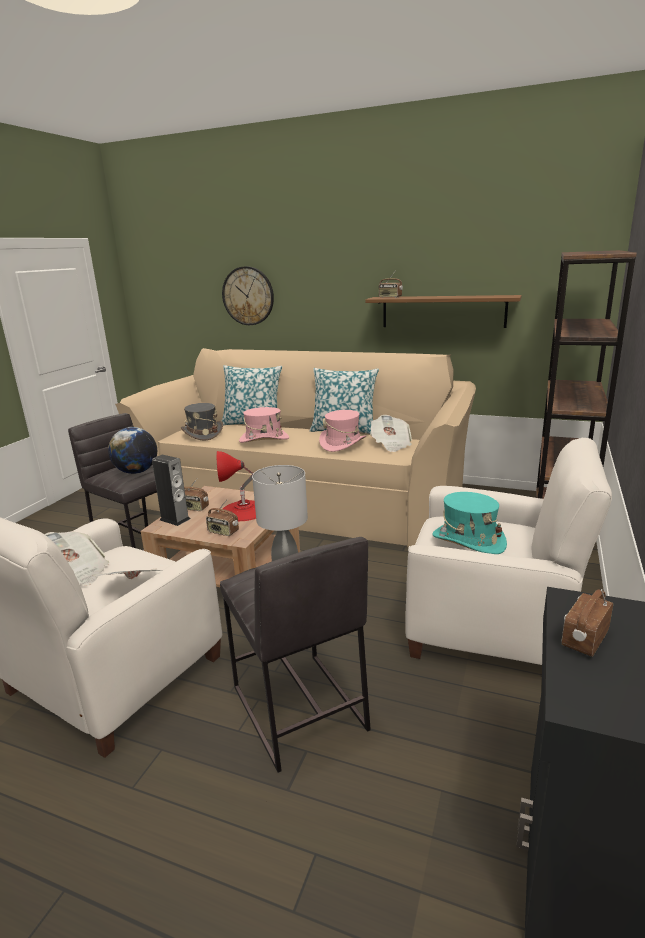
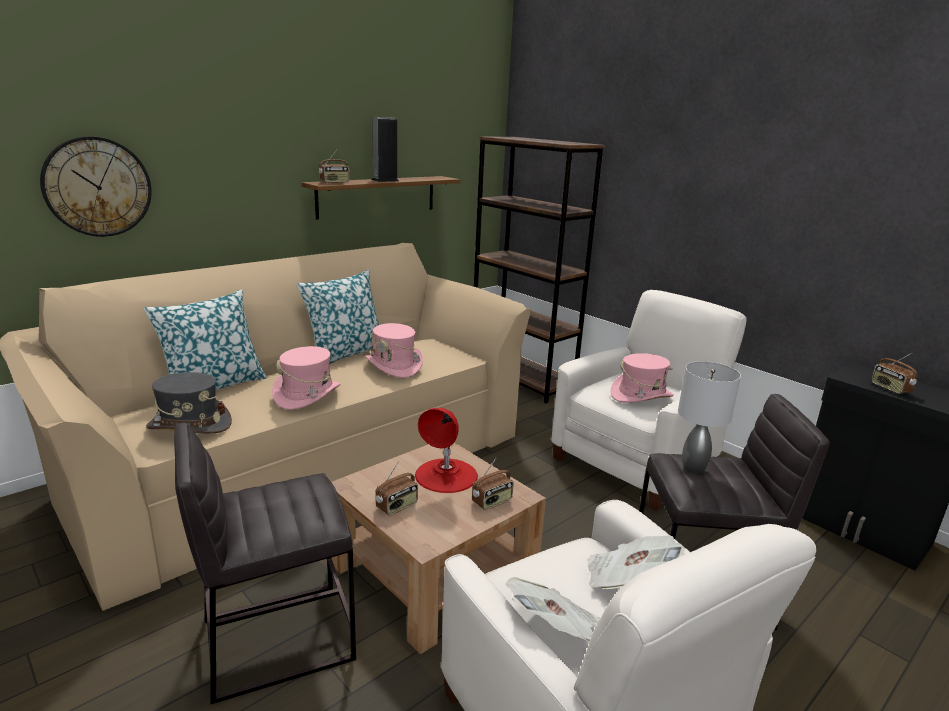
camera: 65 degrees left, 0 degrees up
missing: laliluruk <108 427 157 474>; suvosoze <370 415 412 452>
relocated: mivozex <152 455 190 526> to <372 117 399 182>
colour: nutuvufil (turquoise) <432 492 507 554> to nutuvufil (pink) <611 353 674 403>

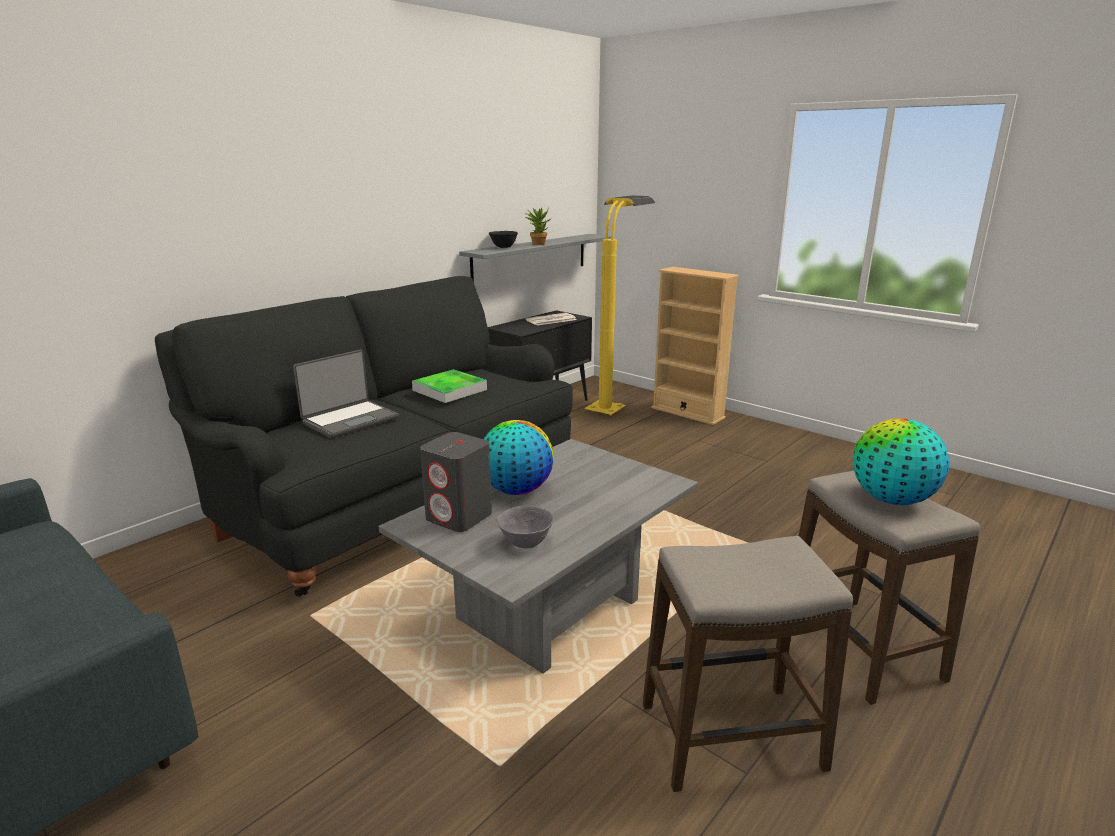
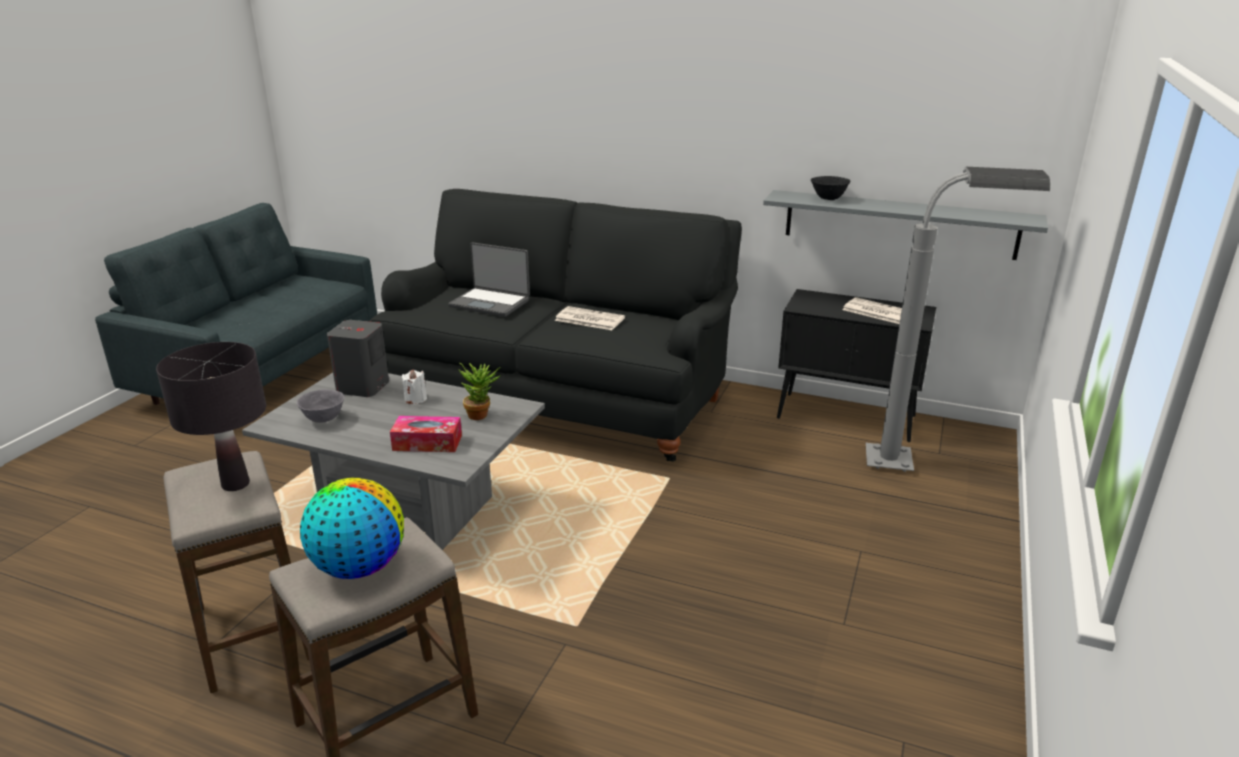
camera: 70 degrees right, 5 degrees up
missing: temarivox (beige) <652 267 739 425>
appeared: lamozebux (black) <156 342 266 491>; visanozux <390 416 462 452>
relocated: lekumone <525 207 550 245> to <458 363 501 420>
exchanged: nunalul <412 369 487 403> to suvosoze <554 306 625 330>; laliluruk <484 420 554 495> to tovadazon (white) <402 369 427 404>
colour: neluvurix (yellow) <584 195 655 416> to neluvurix (grey) <866 167 1050 472>

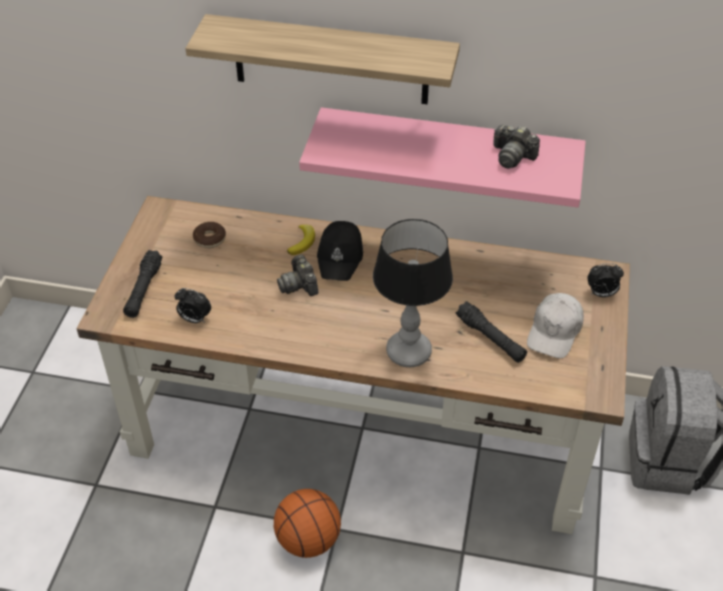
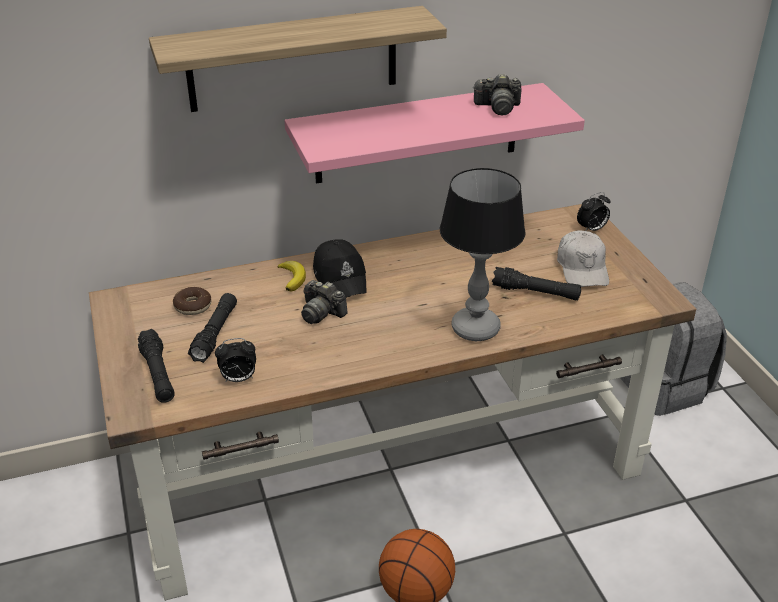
camera: 30 degrees left, 10 degrees down
appeared: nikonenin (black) <188 293 237 363>

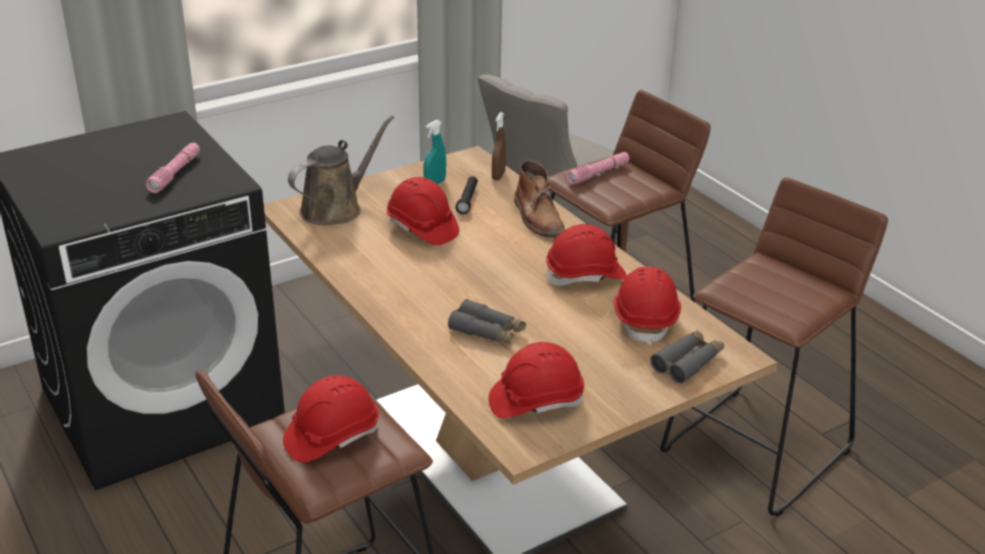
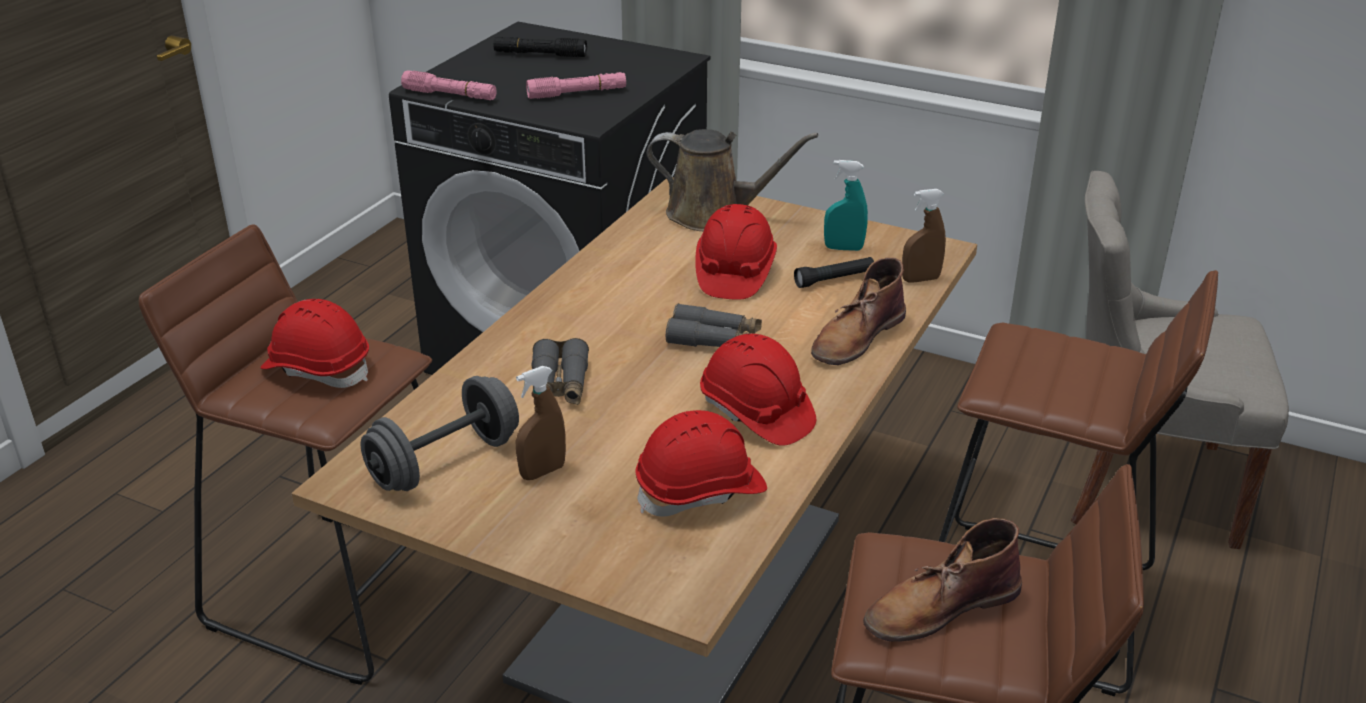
camera: 60 degrees right, 0 degrees up
appeared: nikonenin (black) <493 37 587 57>; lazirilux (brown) <515 366 566 480>; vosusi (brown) <863 518 1022 642>
relocated: nikonenin (pink) <567 152 629 184> to <401 70 497 100>; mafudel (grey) <650 330 724 383> to <666 303 762 347>
exchanged: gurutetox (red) <488 342 584 418> to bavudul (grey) <360 376 519 491>

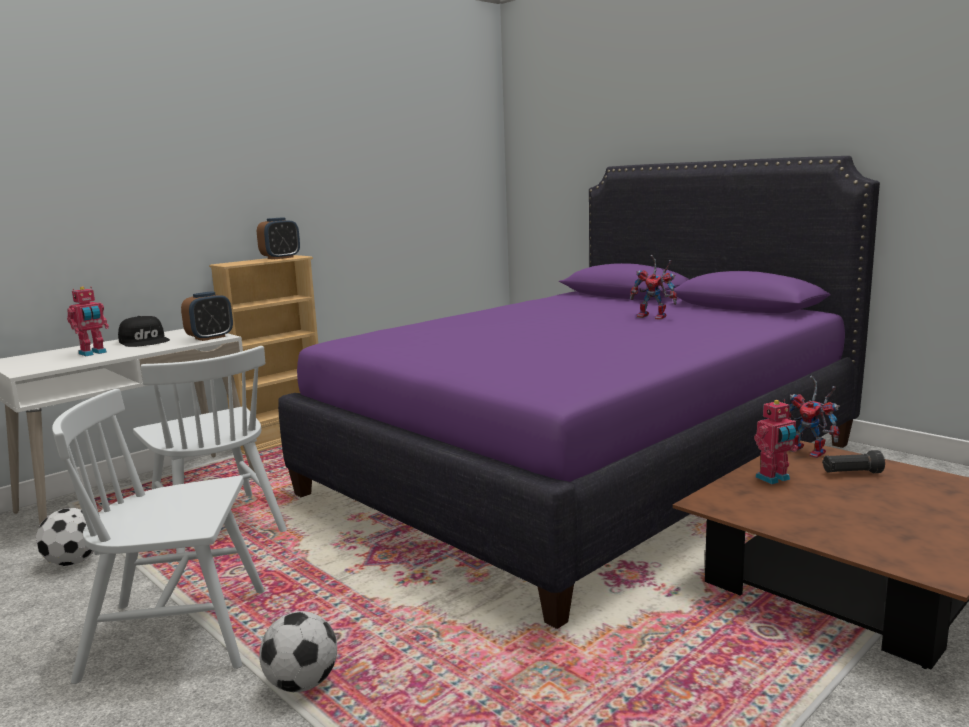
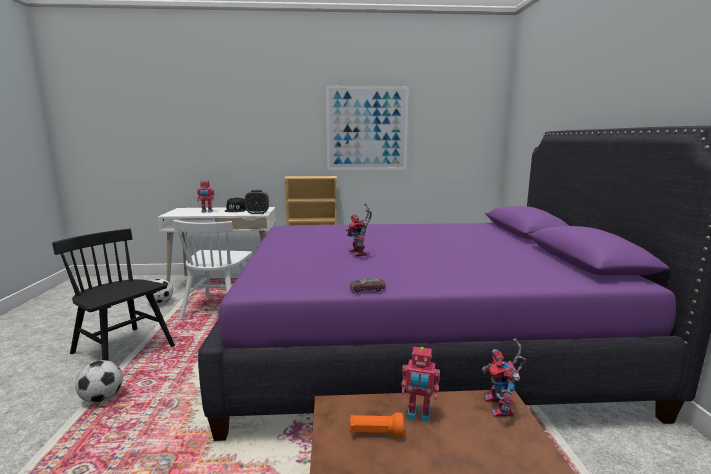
camera: 40 degrees right, 0 degrees up
missing: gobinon <257 217 300 259>; nikonenin (black) <822 450 885 473>
appeared: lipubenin <326 86 409 170>; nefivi <350 278 386 292>; nikonenin (orange) <350 413 404 437>
relocated: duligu <630 255 677 320> to <346 203 372 257>
colour: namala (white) <52 389 265 684> to namala (black) <52 229 175 361>

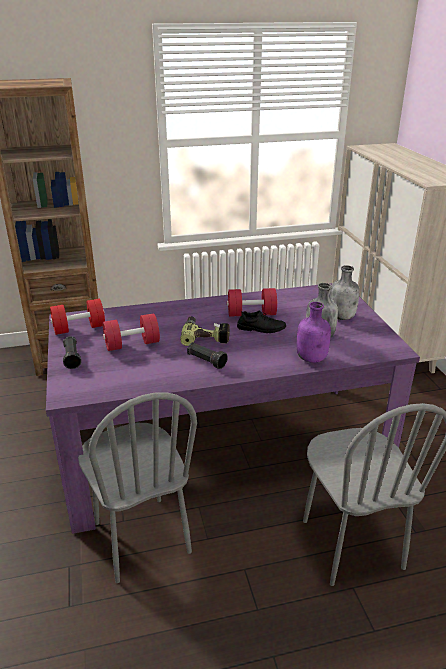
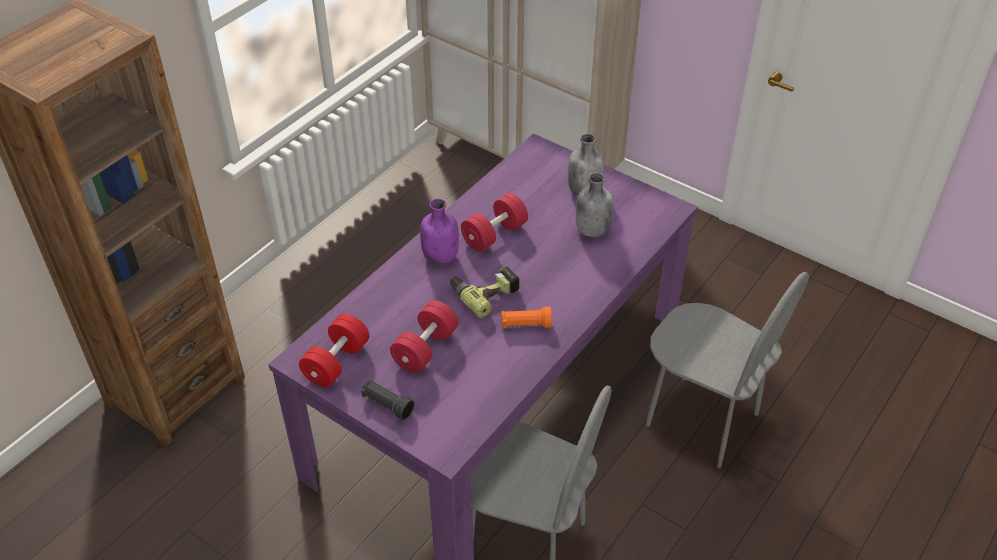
camera: 40 degrees left, 15 degrees up
missing: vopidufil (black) <237 311 286 333>
relocated: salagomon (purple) <297 302 331 363> to <420 199 459 264>
colour: nikonenin (black) <187 342 228 369> to nikonenin (orange) <501 307 552 328>

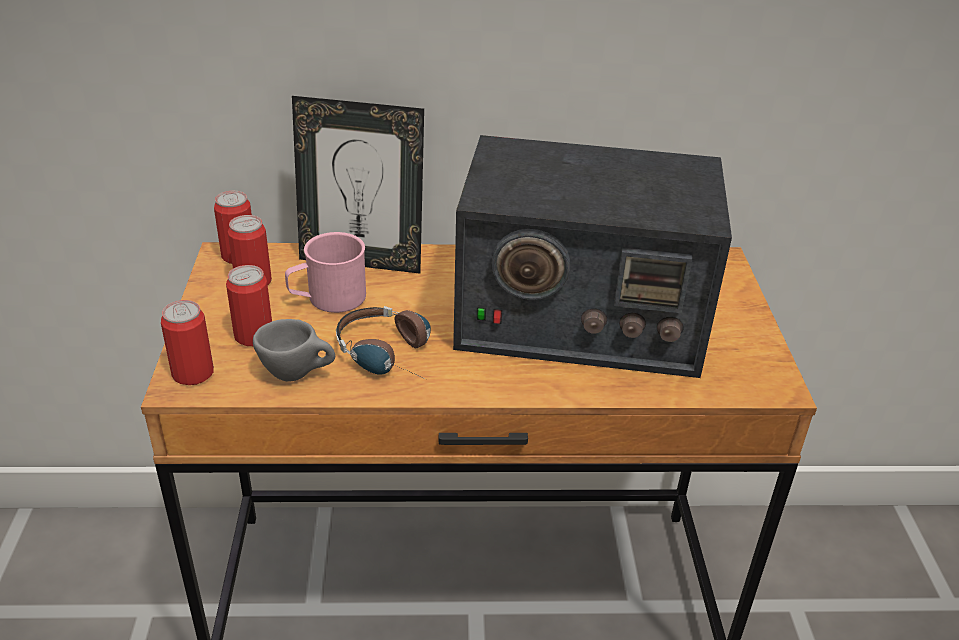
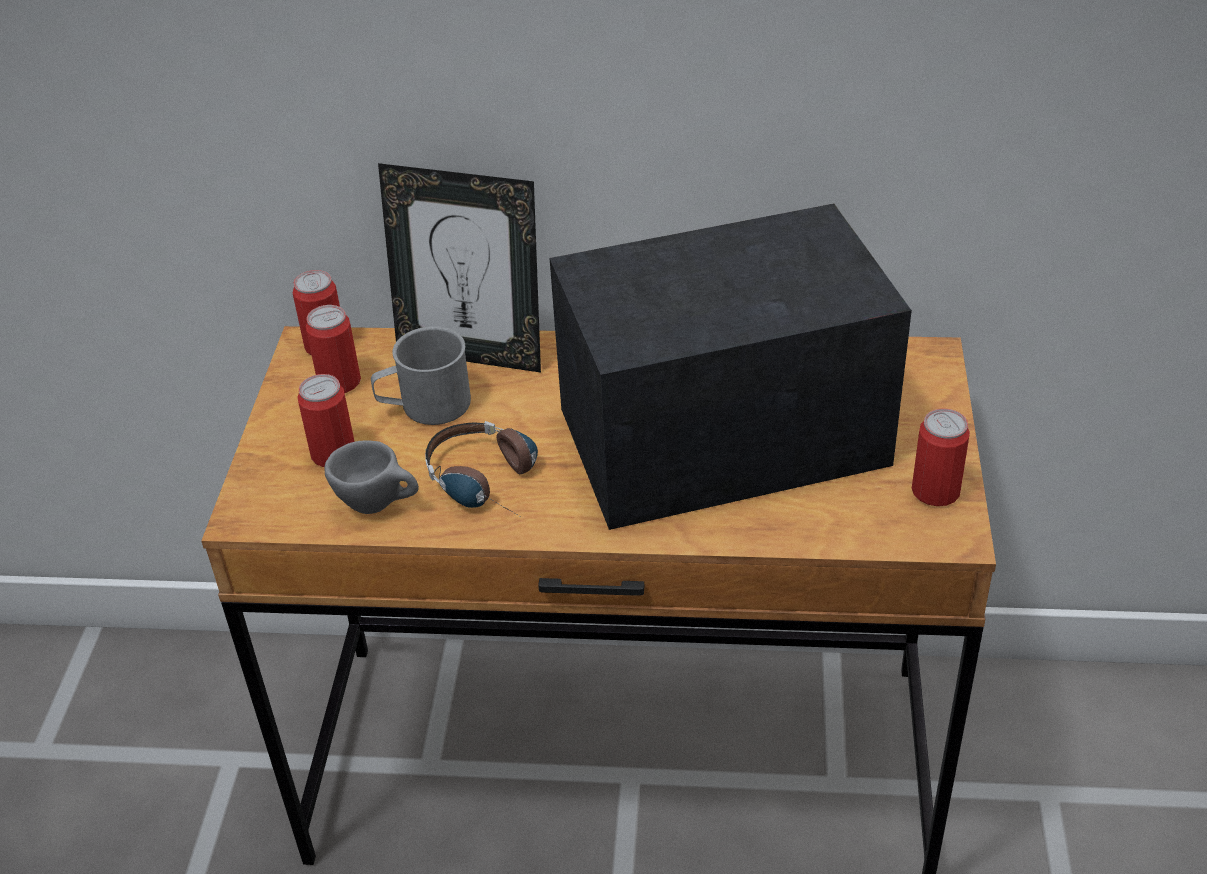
camera: 10 degrees right, 5 degrees up
relocated: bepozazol <161 300 214 385> to <912 408 970 506>
colour: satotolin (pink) <285 232 366 313> to satotolin (grey) <371 326 471 425>
spun: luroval <453 135 732 378> = <550 204 912 530> 150 degrees clockwise

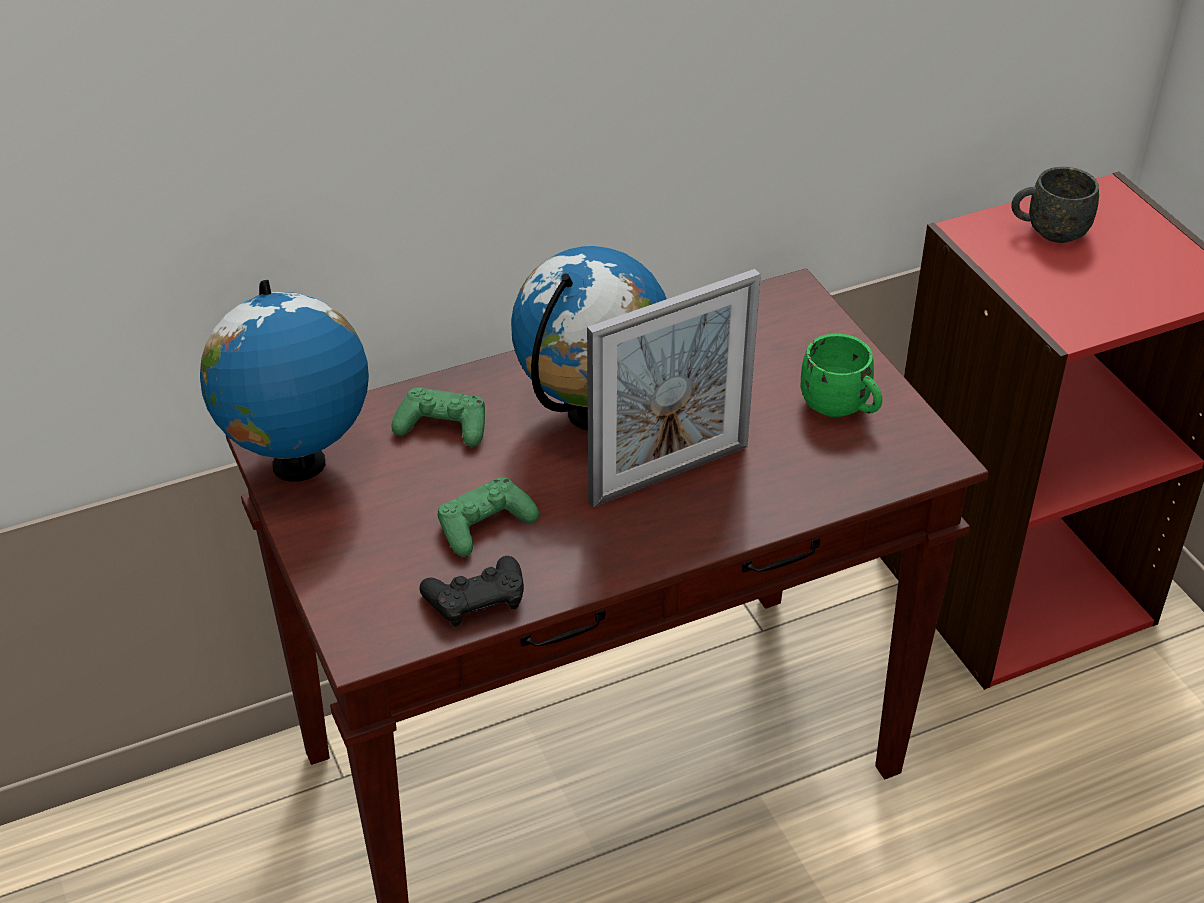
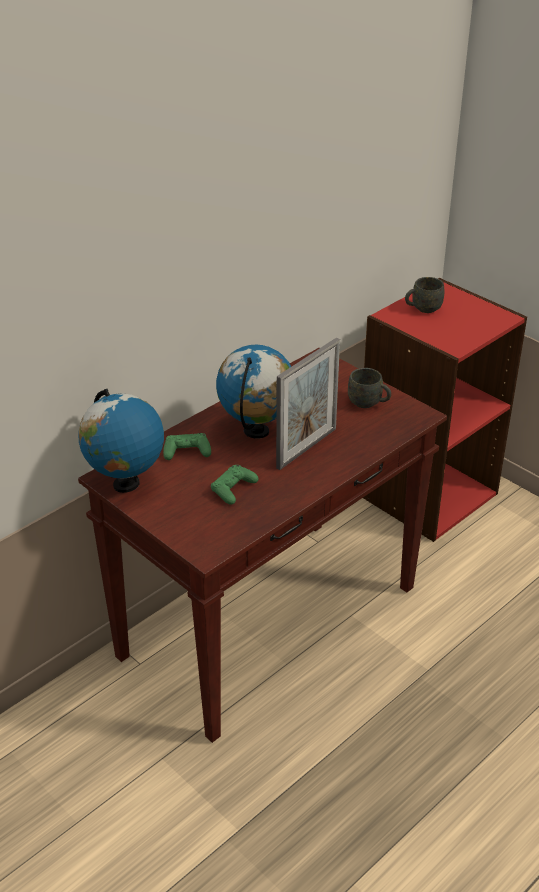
camera: 20 degrees left, 5 degrees down
missing: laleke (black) <419 556 524 627>
colour: satotolin (green) <801 334 882 417> to satotolin (grey) <348 368 391 408>

